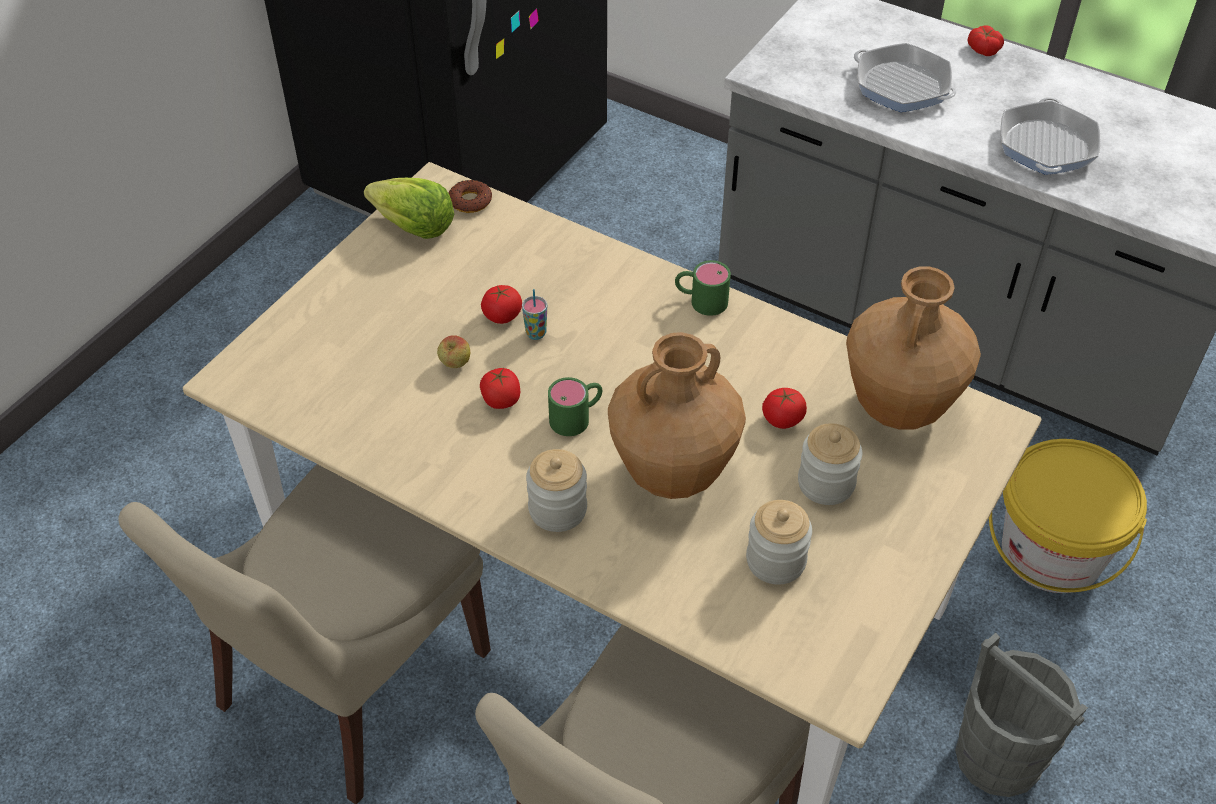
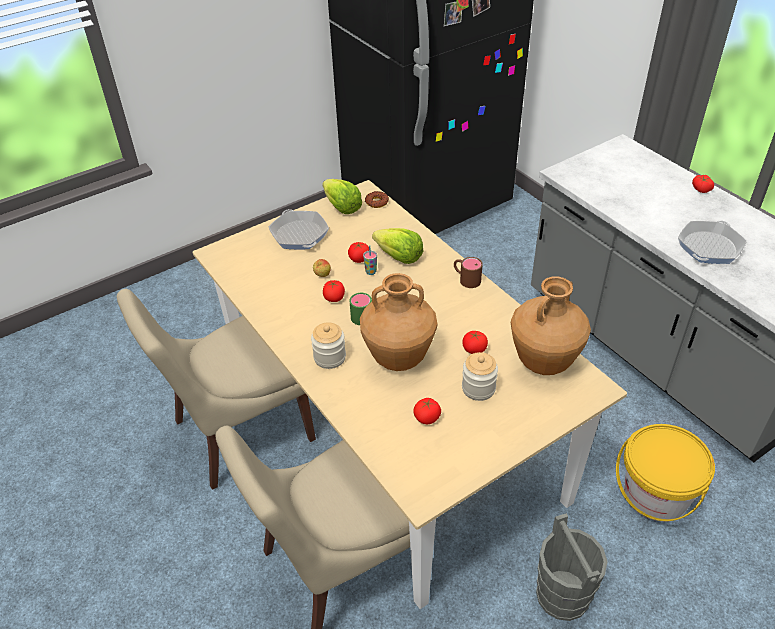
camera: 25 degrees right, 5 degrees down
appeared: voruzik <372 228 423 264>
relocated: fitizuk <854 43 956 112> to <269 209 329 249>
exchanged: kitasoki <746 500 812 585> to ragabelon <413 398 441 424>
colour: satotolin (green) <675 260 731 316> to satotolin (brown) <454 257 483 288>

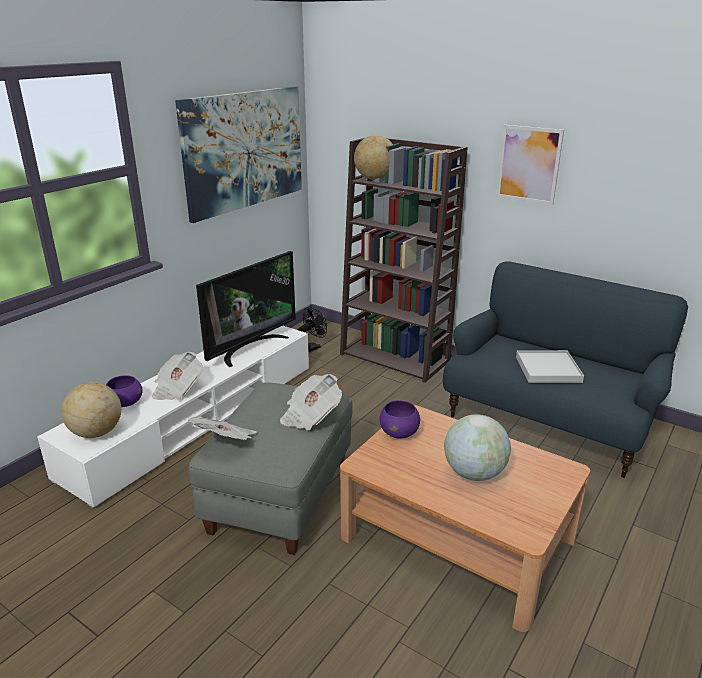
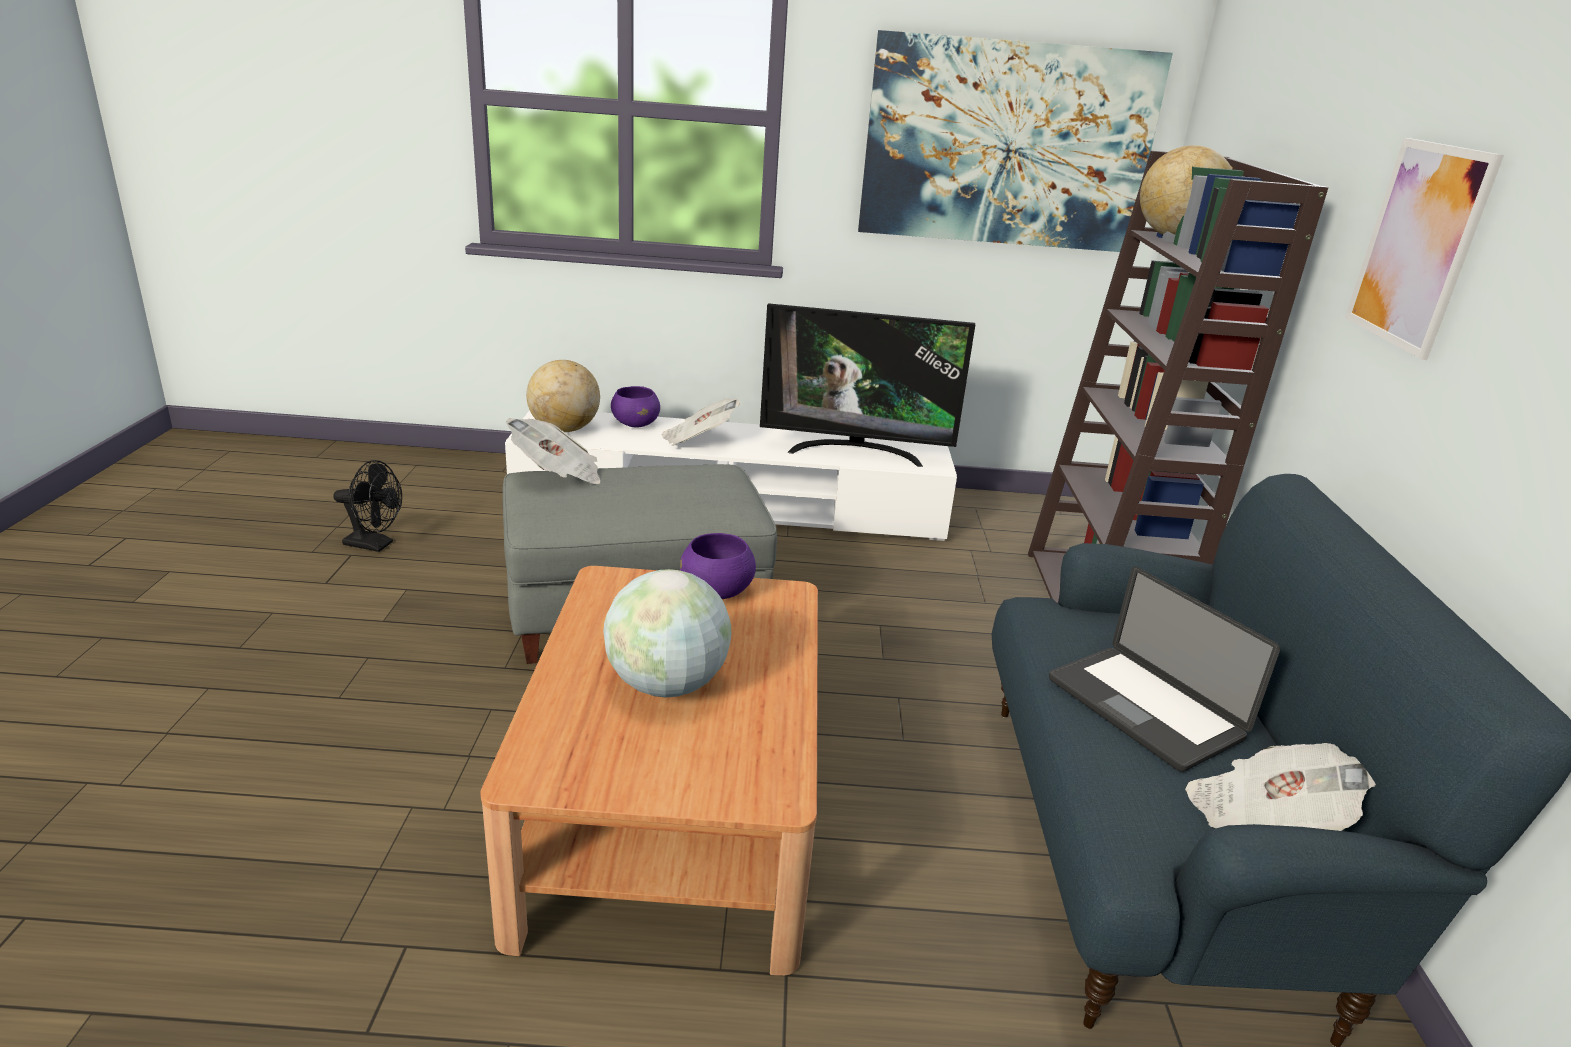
camera: 55 degrees right, 0 degrees up
relocated: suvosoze <280 374 342 430> to <1185 743 1376 831>; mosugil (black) <297 307 327 352> to <333 460 402 552>
exchanged: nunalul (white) <516 350 584 383> to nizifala <1049 567 1280 772>

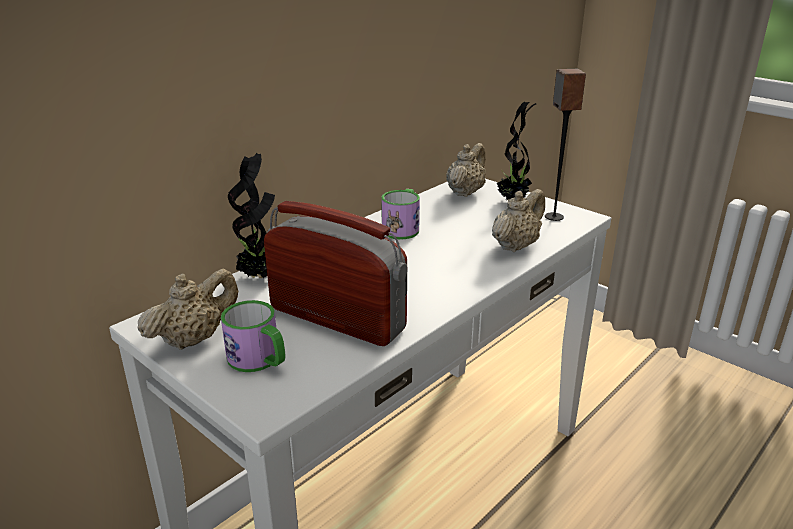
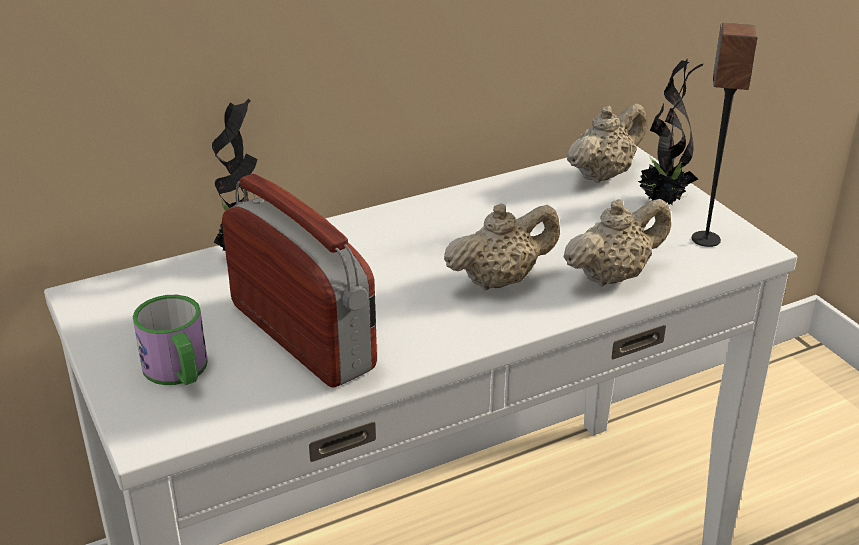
camera: 20 degrees right, 5 degrees up
missing: satotolin <381 189 420 240>
relocated: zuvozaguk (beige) <137 269 238 350> to <444 203 560 290>

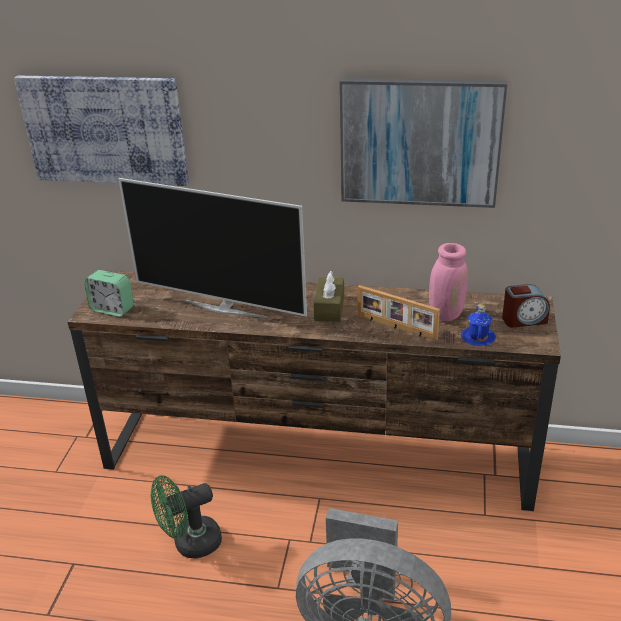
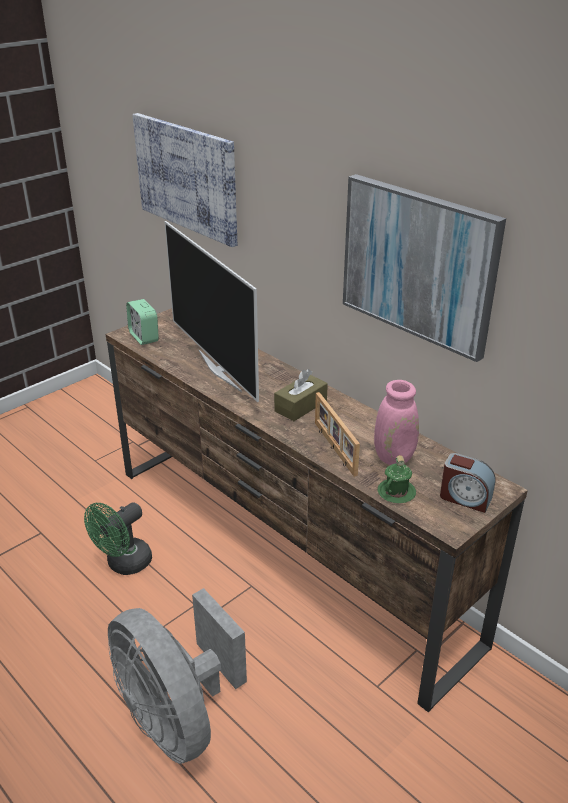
camera: 35 degrees right, 0 degrees up
colour: satotolin (blue) <461 303 496 346> to satotolin (green) <377 455 416 503>
spun: mosugil (green) <151 475 222 558> = <84 502 152 575> 60 degrees counterclockwise

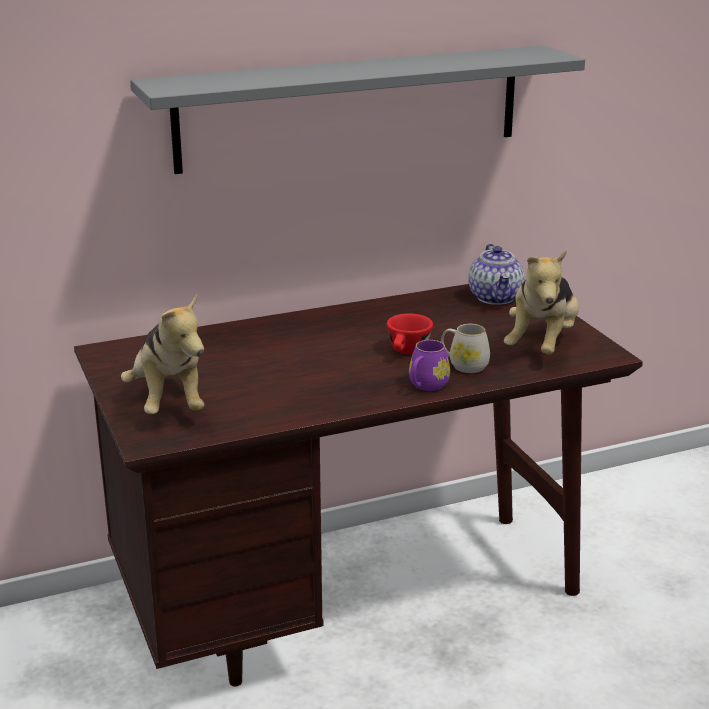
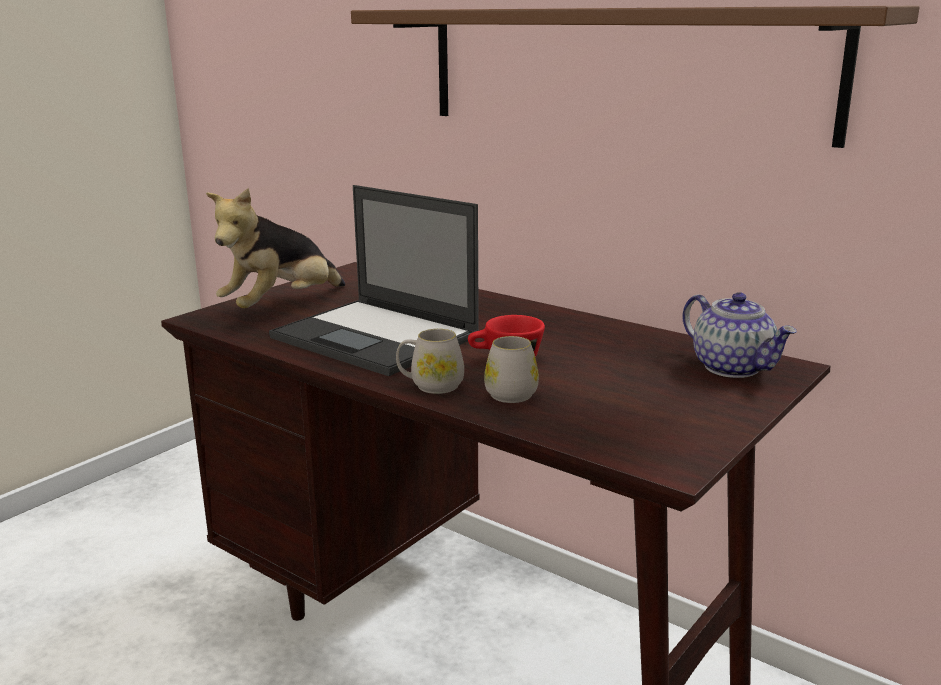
camera: 60 degrees right, 5 degrees down
missing: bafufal <504 249 579 355>
appeared: nizifala <269 185 479 376>
colour: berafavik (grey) <130 45 585 174> to berafavik (brown) <351 5 920 148>; satotolin (purple) <409 340 450 391> to satotolin (white) <396 329 464 394>
spun: zuvozaguk <468 244 525 305> = <682 292 797 378> 90 degrees counterclockwise

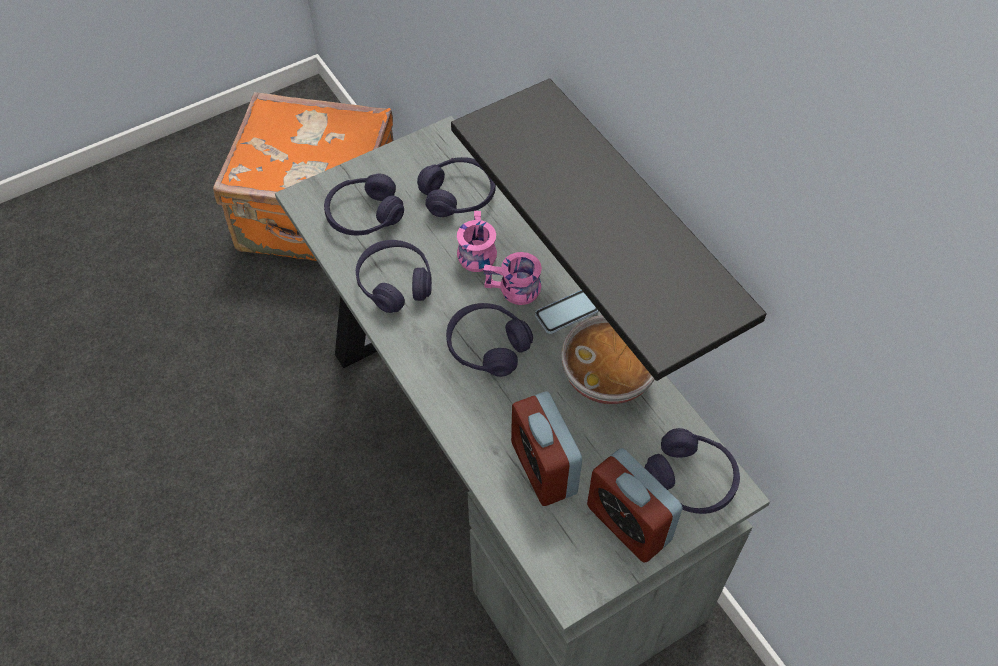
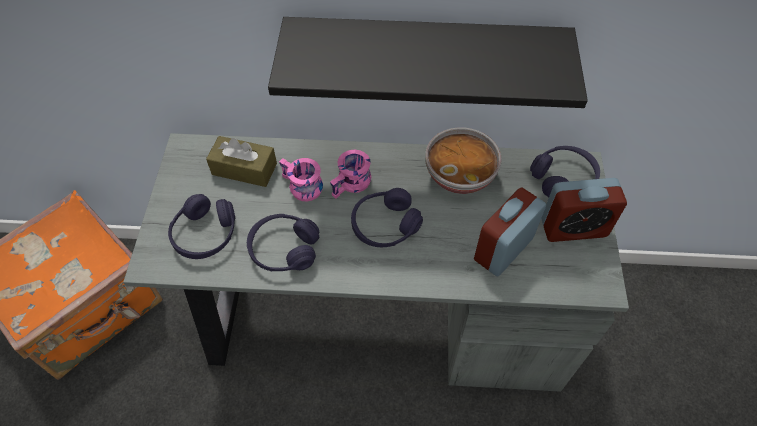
camera: 55 degrees left, 0 degrees up
missing: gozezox <535 290 599 334>
exchanged: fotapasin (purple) <417 157 496 217> to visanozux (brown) <206 136 277 187>
spun: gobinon <511 391 582 506> = <474 187 546 276> 120 degrees clockwise

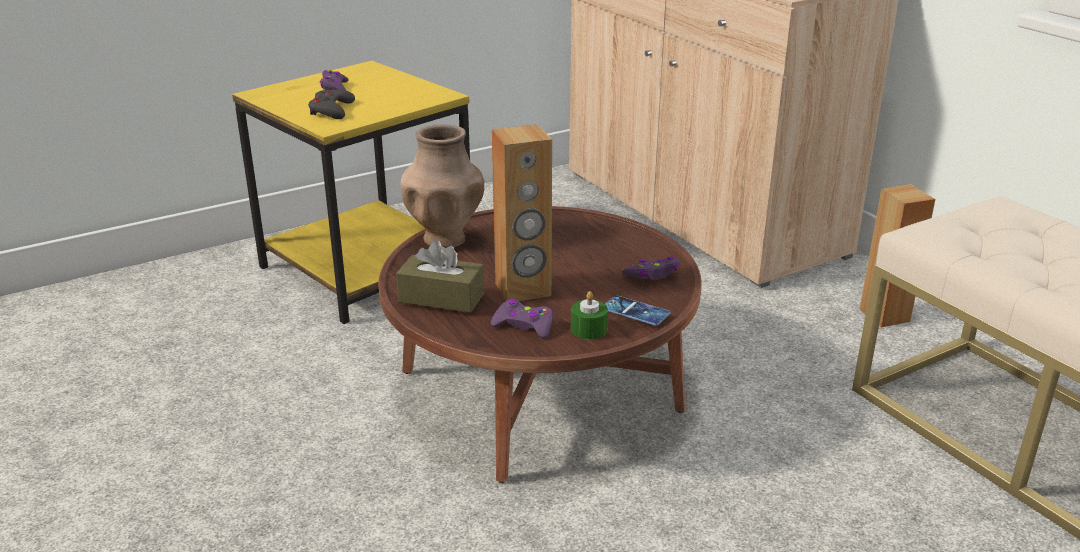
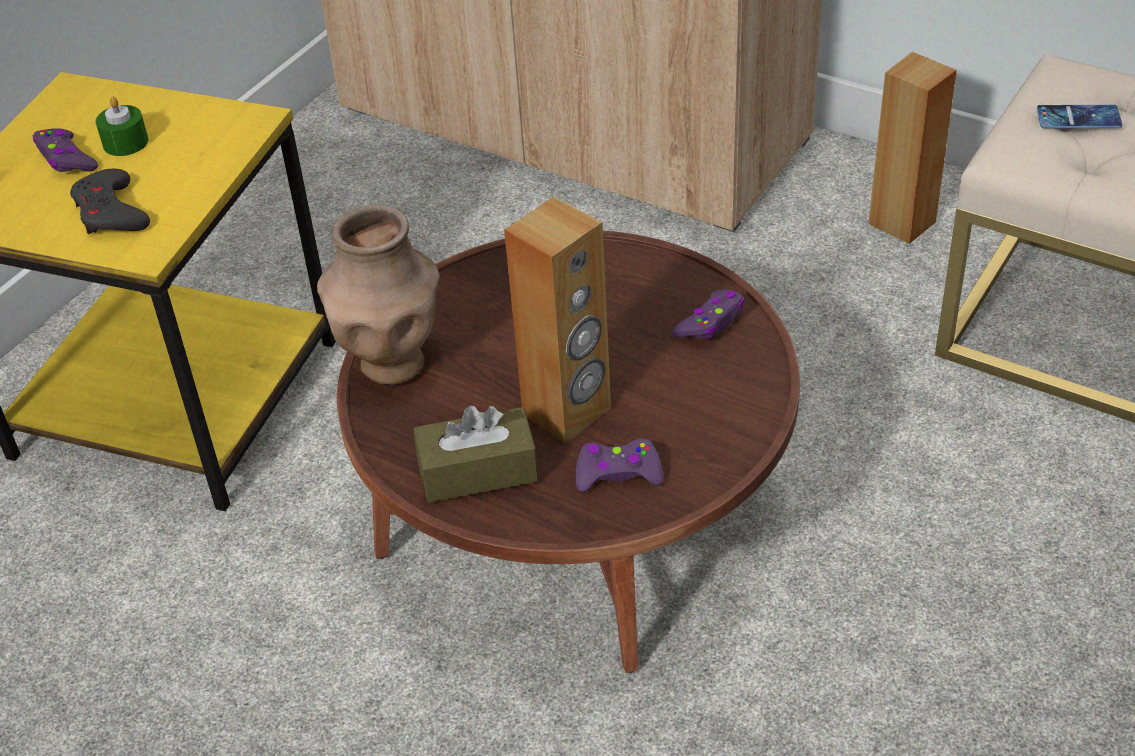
camera: 25 degrees left, 15 degrees up
relocated: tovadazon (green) <571 291 608 339> to <96 97 148 156>; gozezox <605 295 671 326> to <1037 105 1123 128>

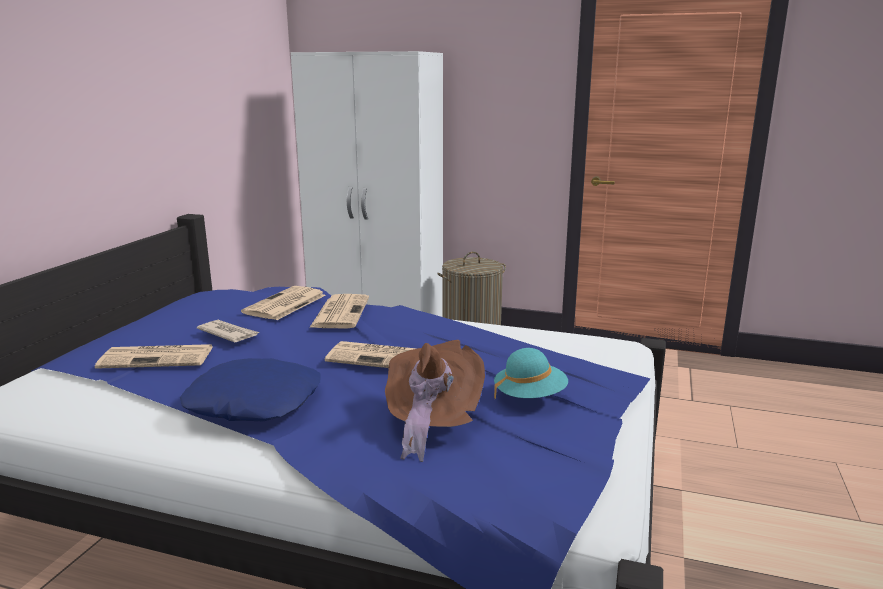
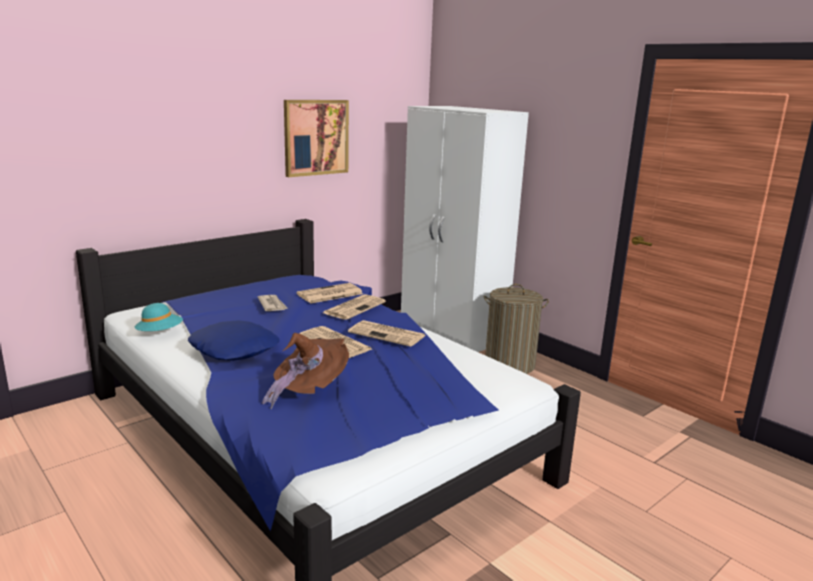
camera: 30 degrees right, 0 degrees up
appeared: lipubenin <284 100 349 177>
relocated: suvosoze <95 344 213 369> to <348 320 426 347>; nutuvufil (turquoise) <494 348 568 399> to <135 303 183 331>

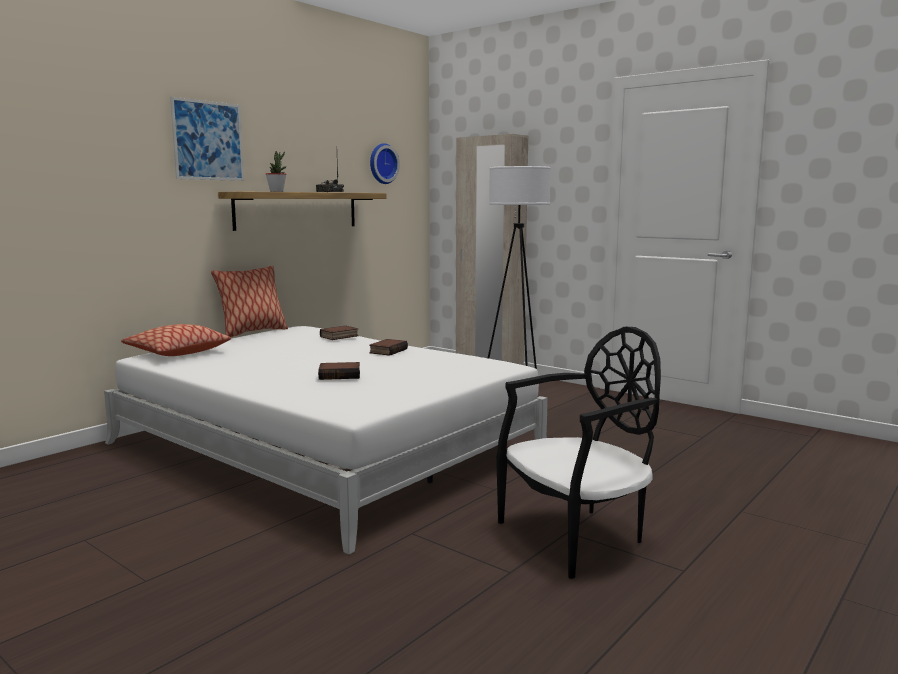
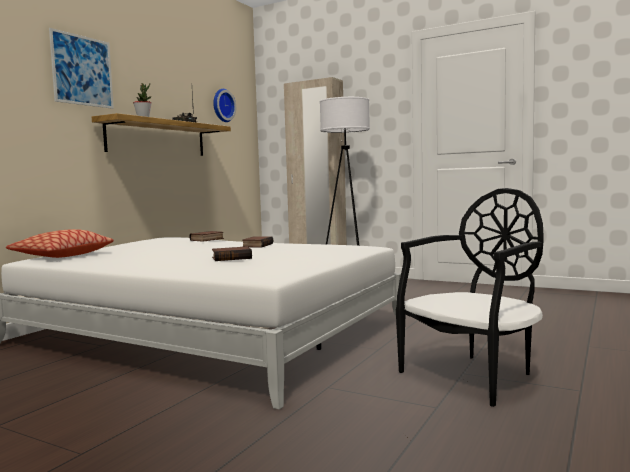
camera: 10 degrees left, 5 degrees down
missing: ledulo <211 266 288 337>

